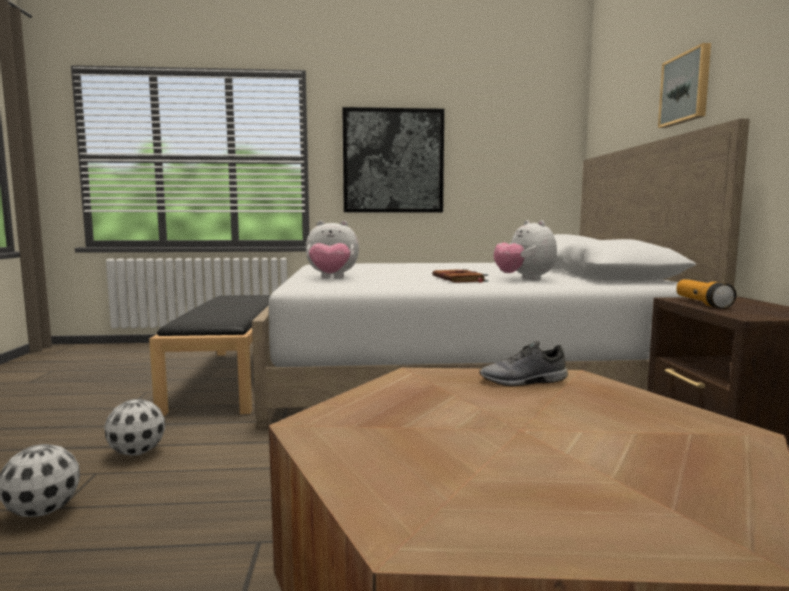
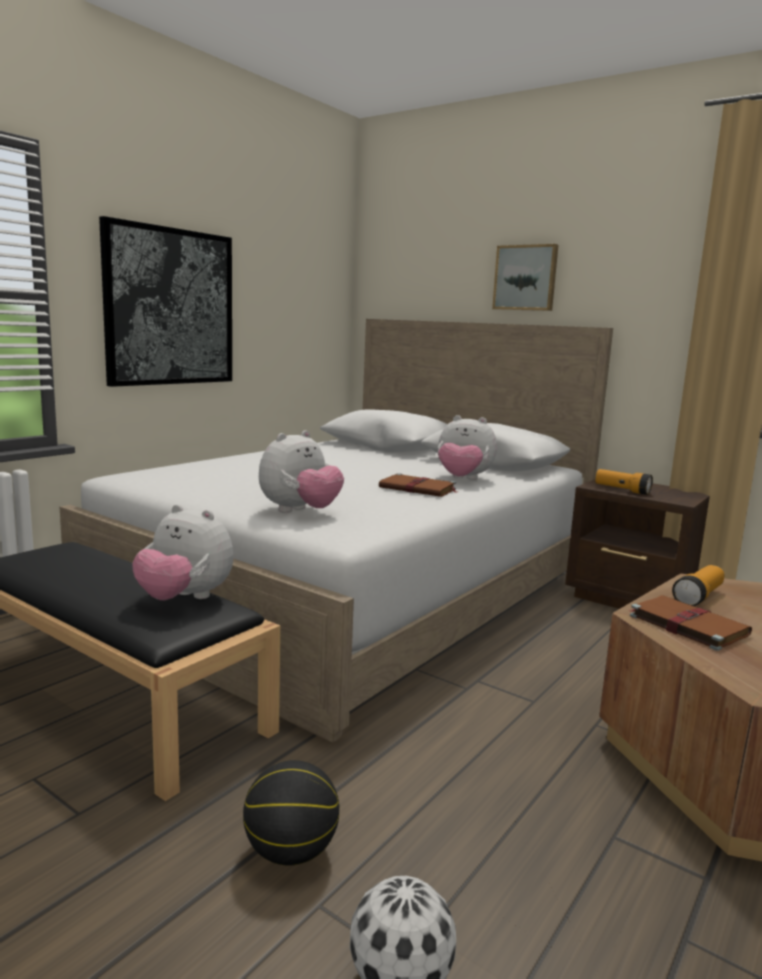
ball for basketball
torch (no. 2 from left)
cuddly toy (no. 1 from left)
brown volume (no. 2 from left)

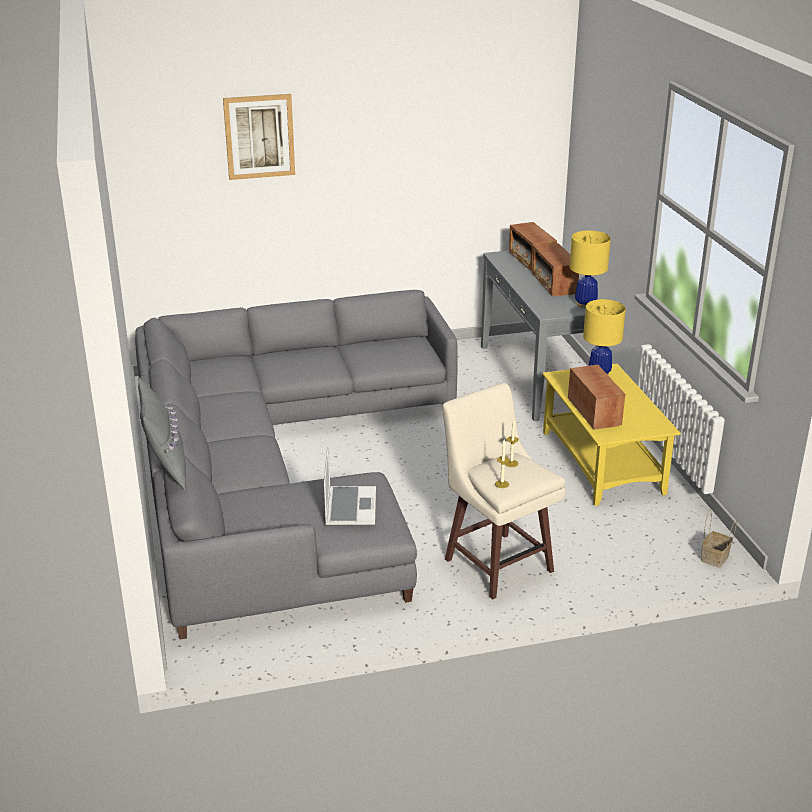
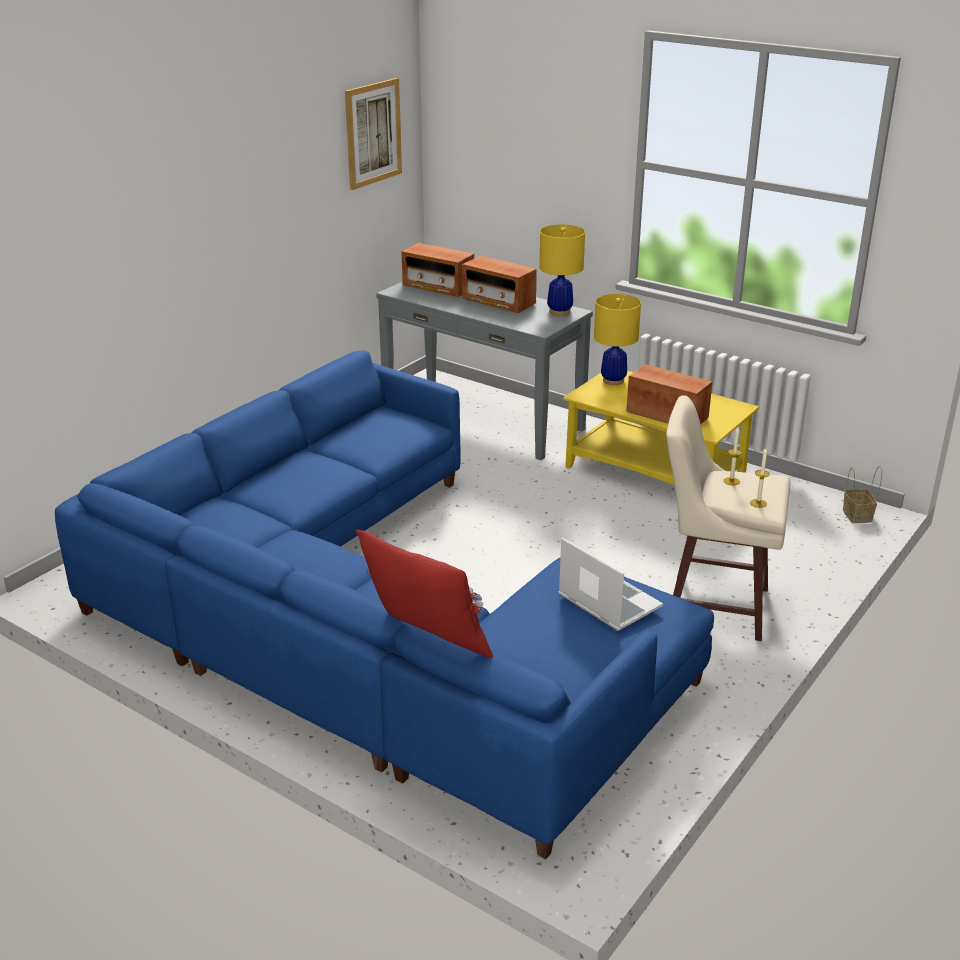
blue-coloured sofa
red-coloured cushion
picture

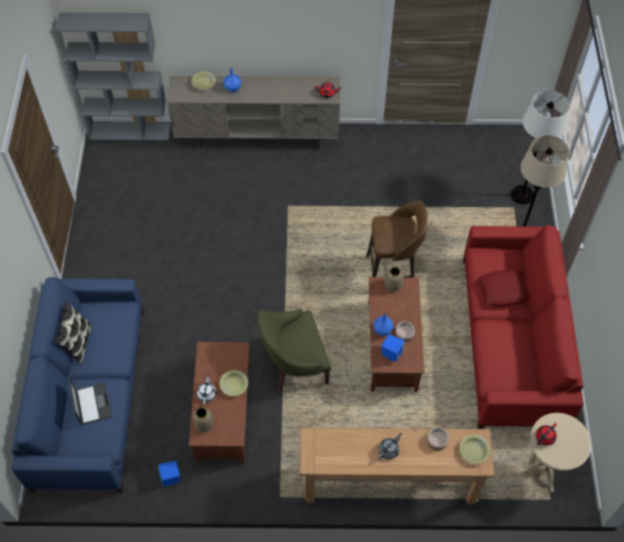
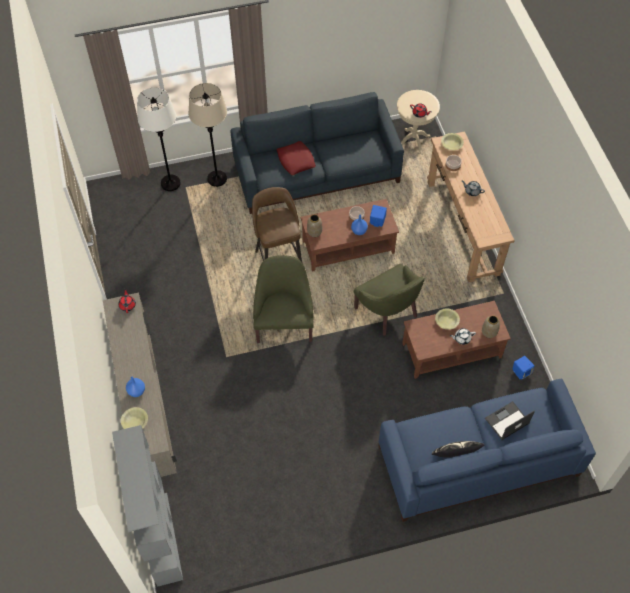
blue-coloured sofa (no. 1 from left)
greenish armchair (no. 1 from left)

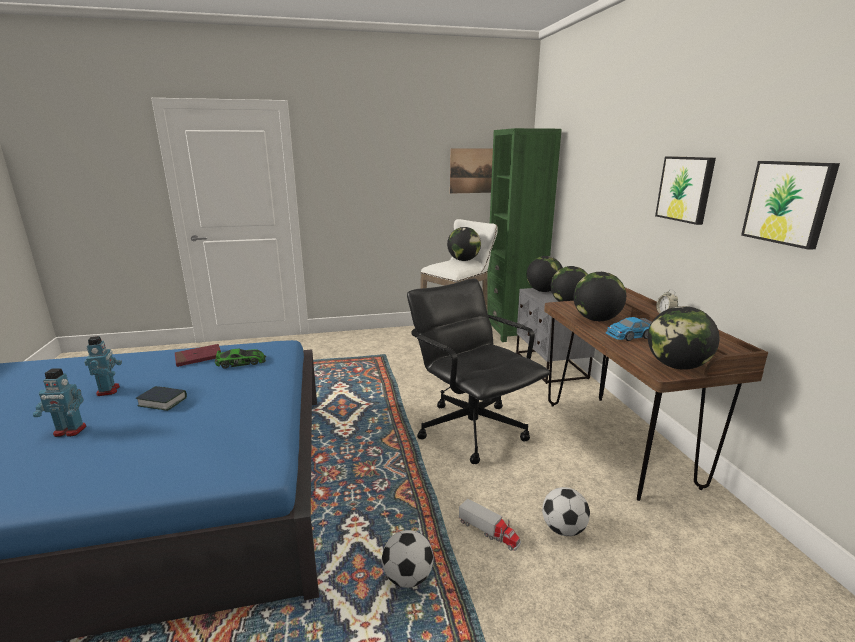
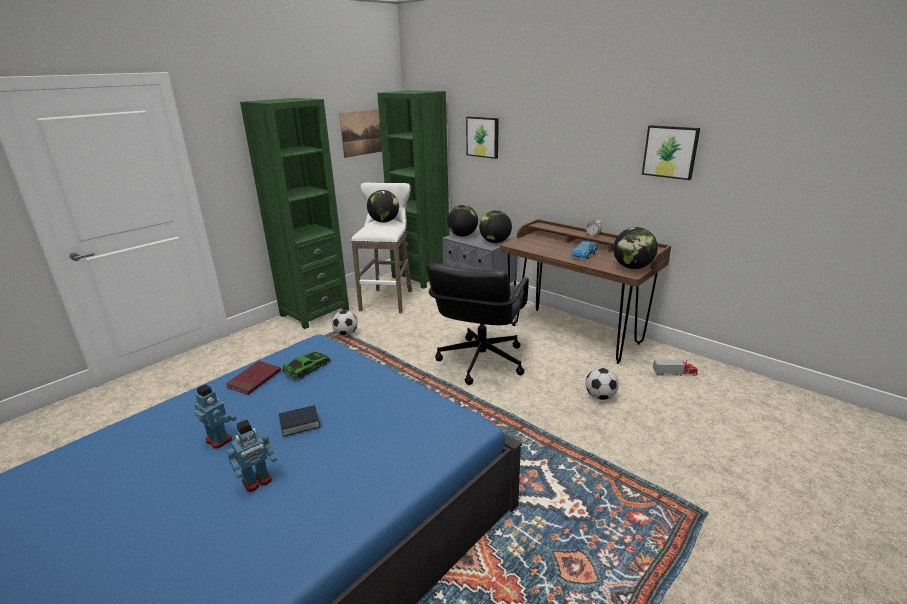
ball for football (no. 1 from left)
black computer chair
model truck
desk globe (no. 4 from left in the first image)
picture (no. 2 from left)
greenish bookcase (no. 1 from left)

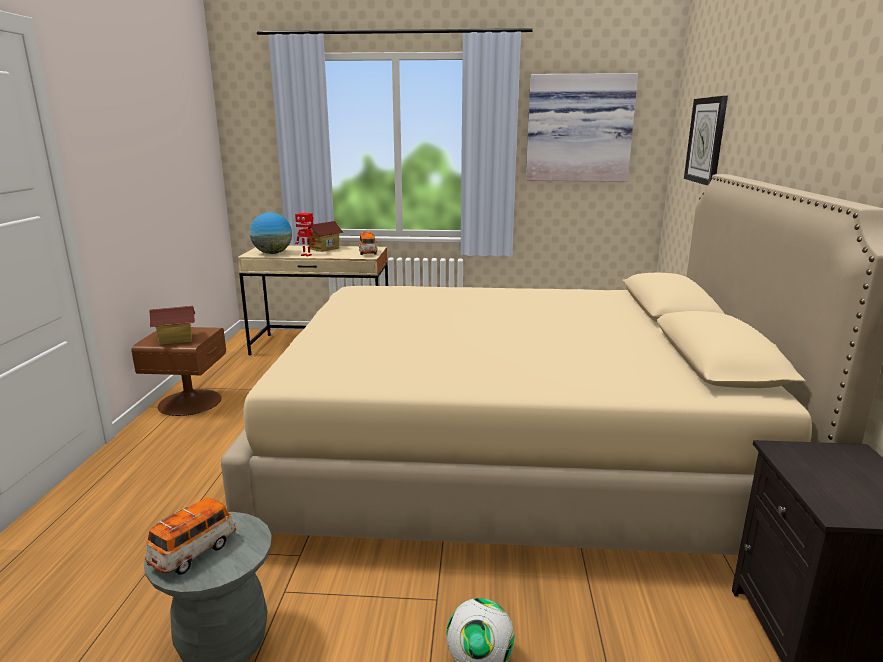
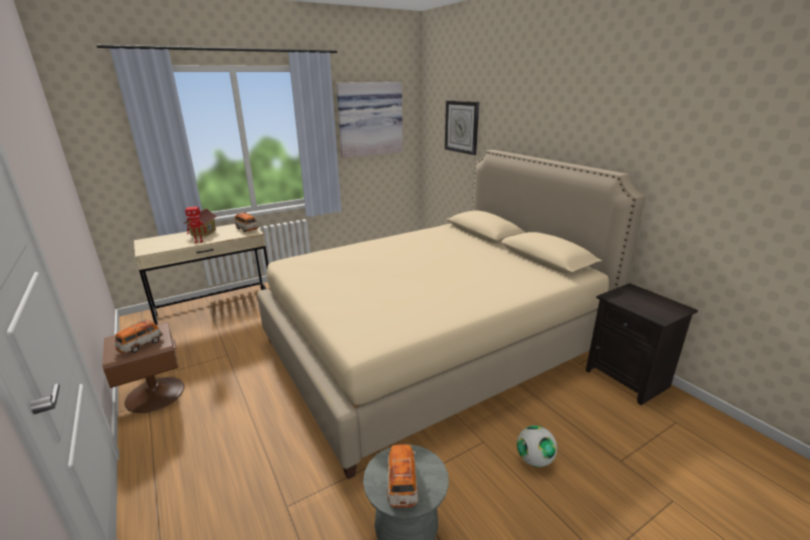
model car (no. 1 from left)
desk globe

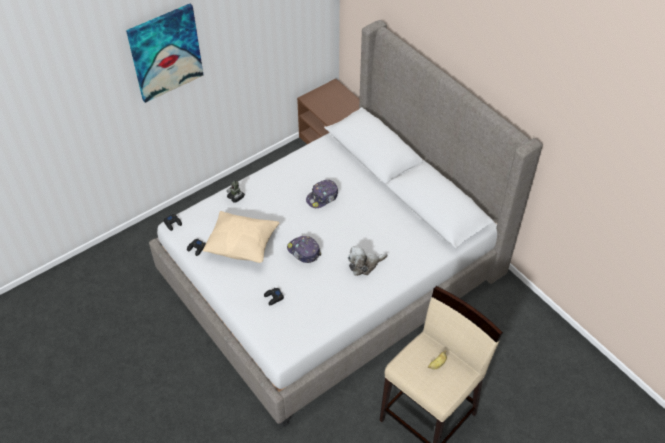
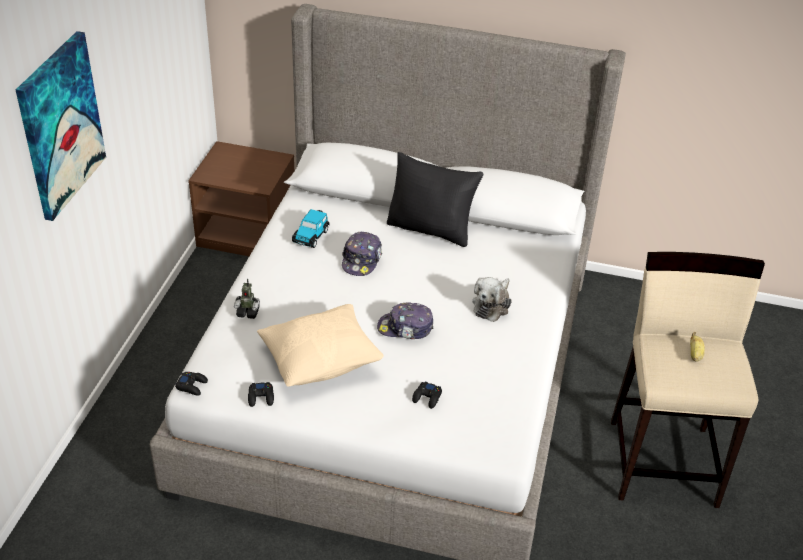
model car
black cushion

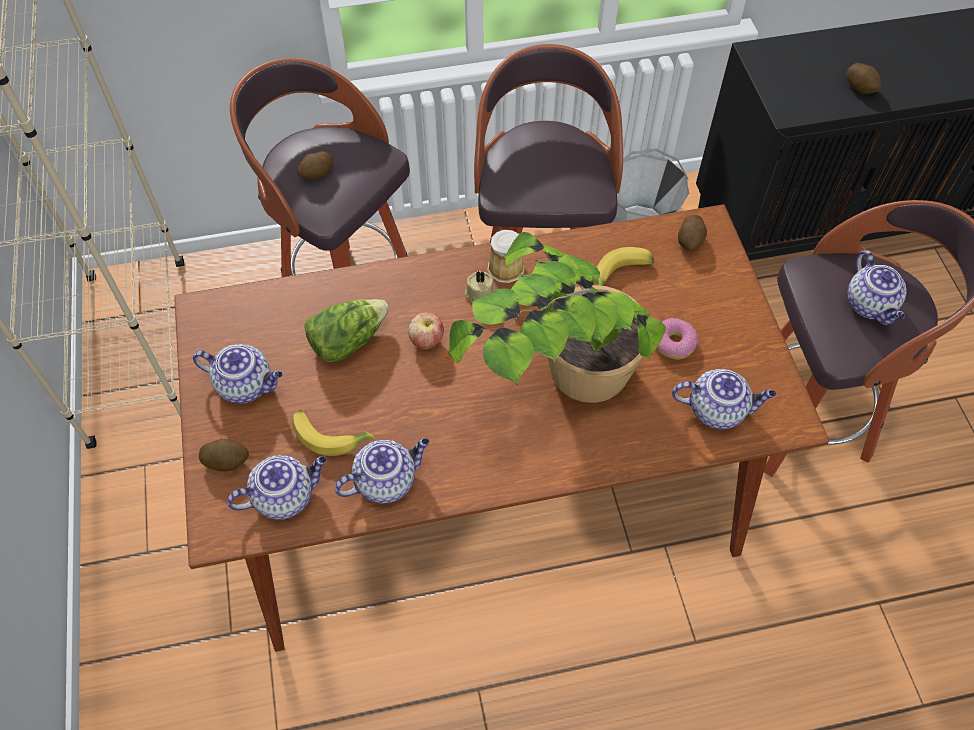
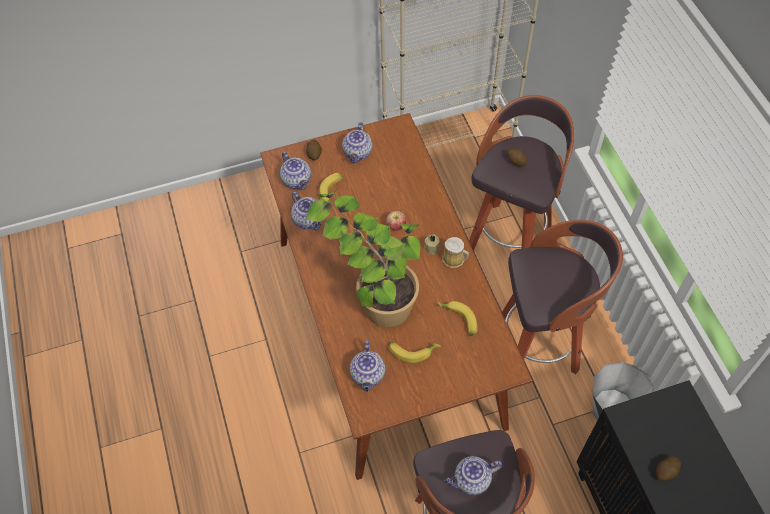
lettuce
banana (no. 2 from left)
whole potato (no. 3 from left in the first image)

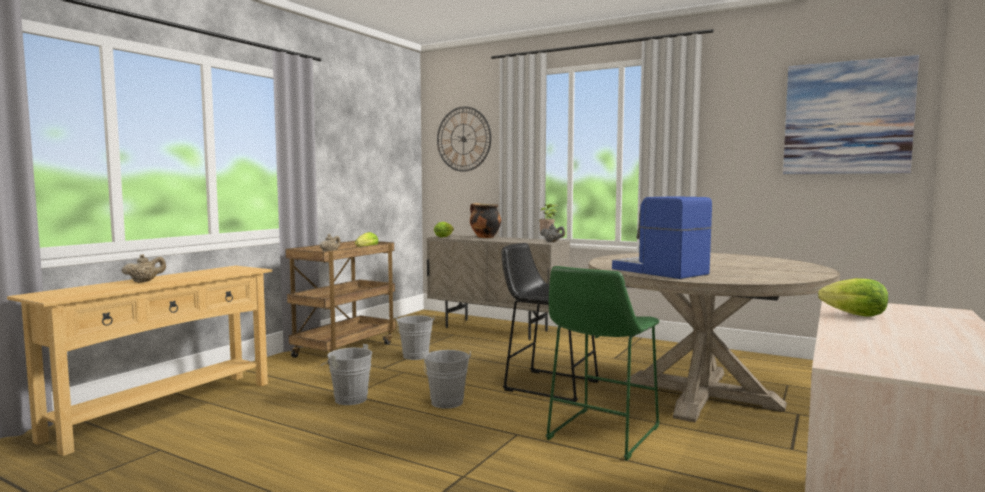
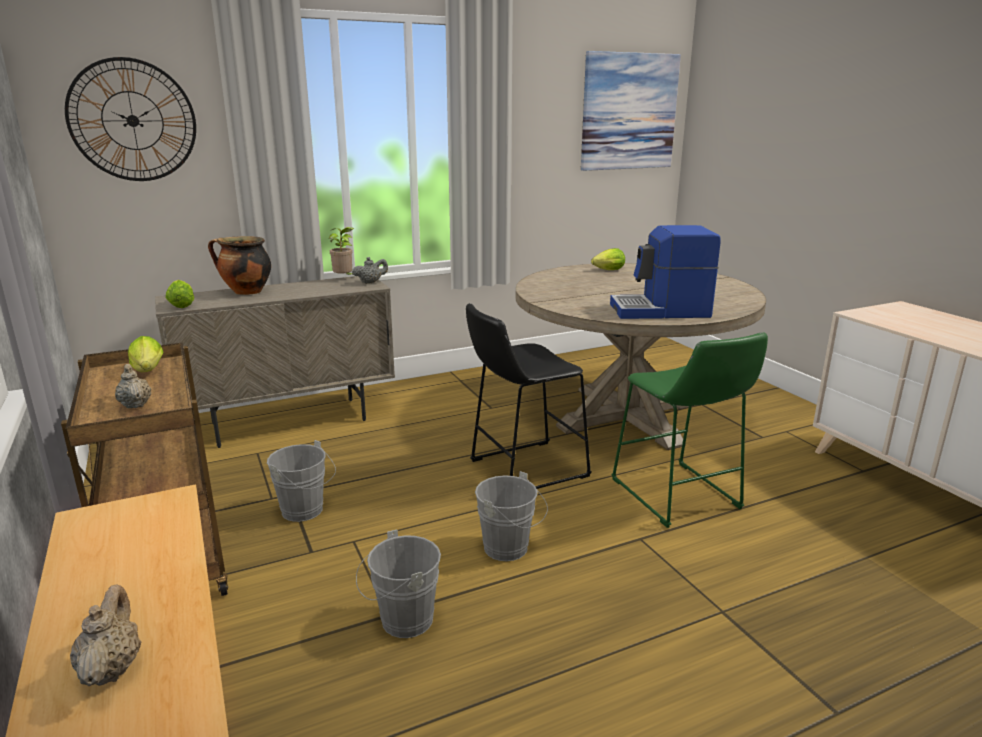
lettuce (no. 3 from left)

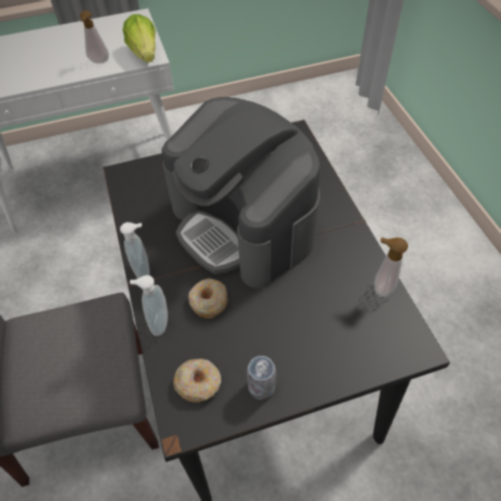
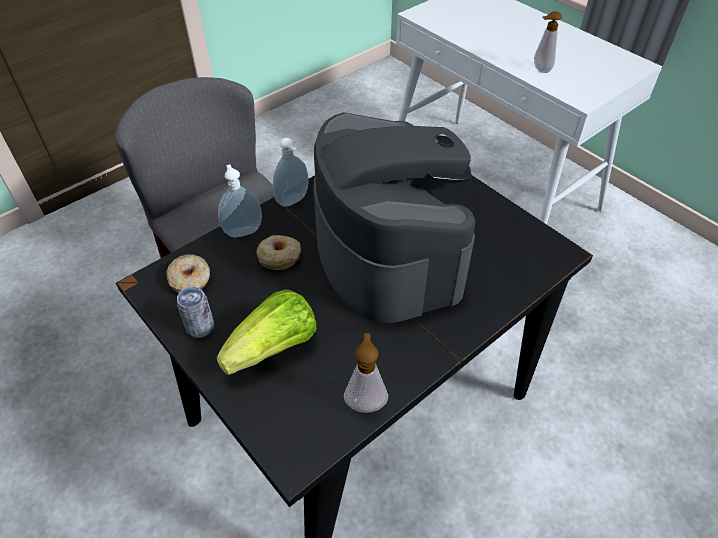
lettuce
coffee machine

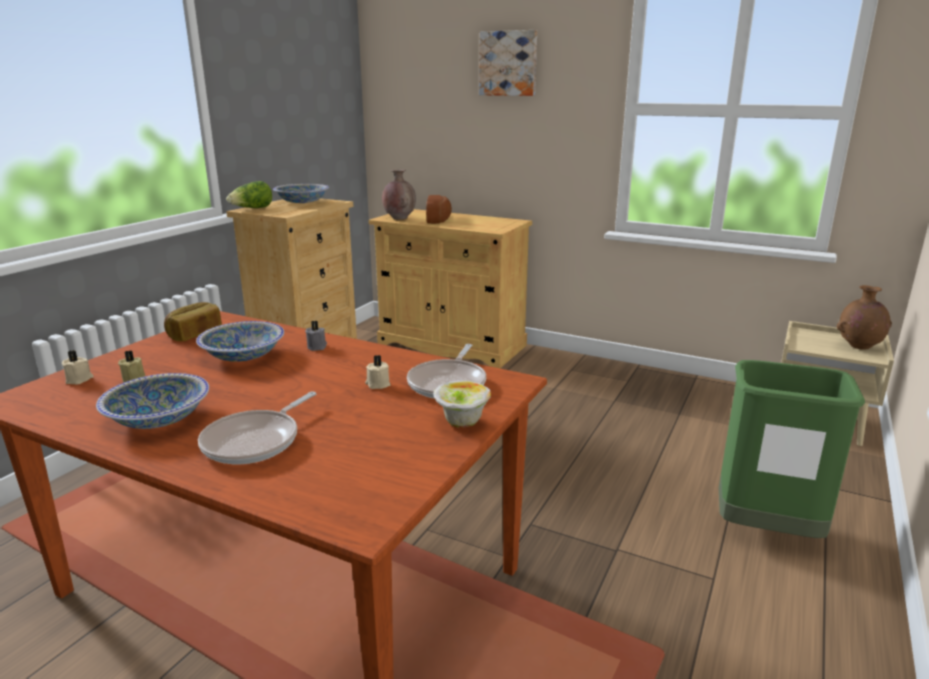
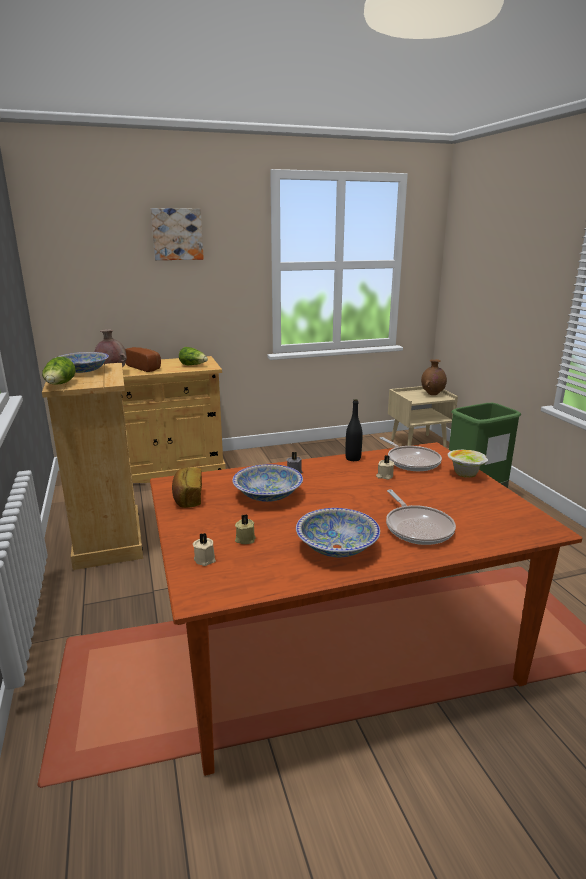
lettuce (no. 2 from left)
black bottle

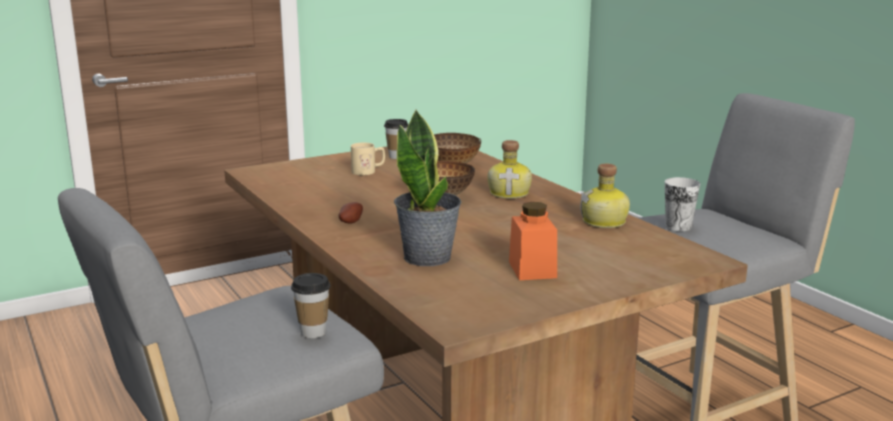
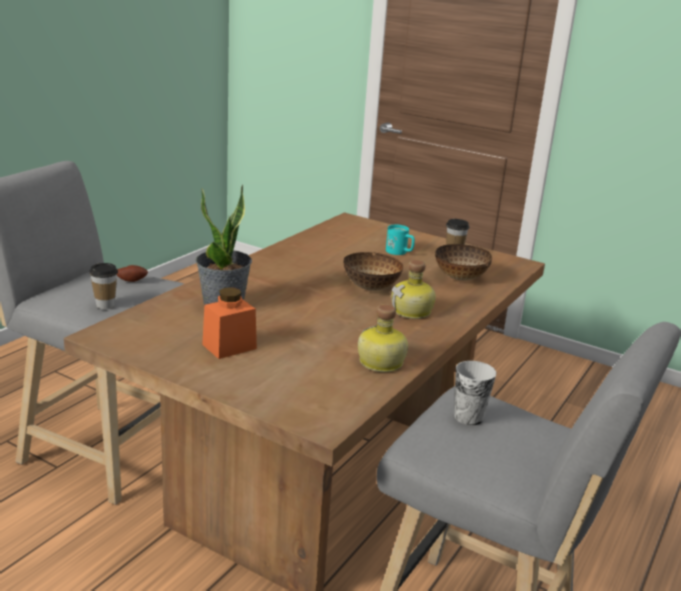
whole potato
blue-green mug

